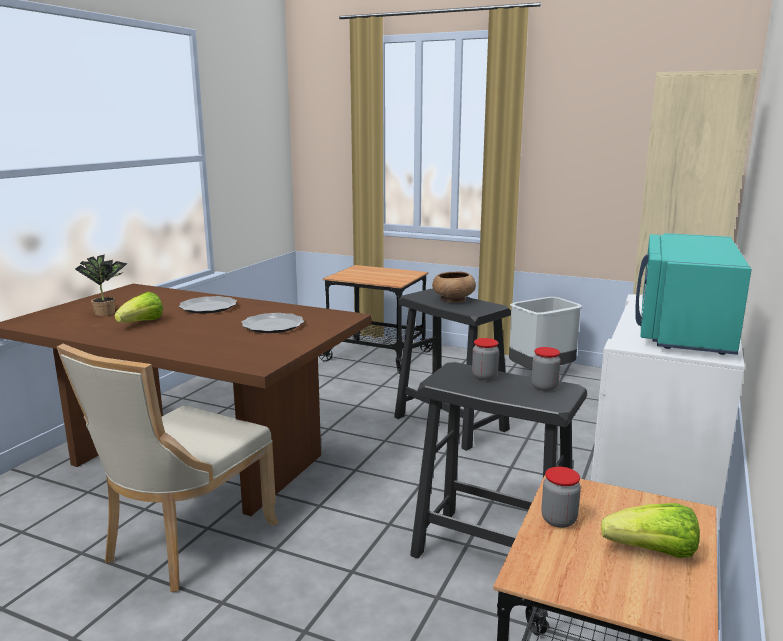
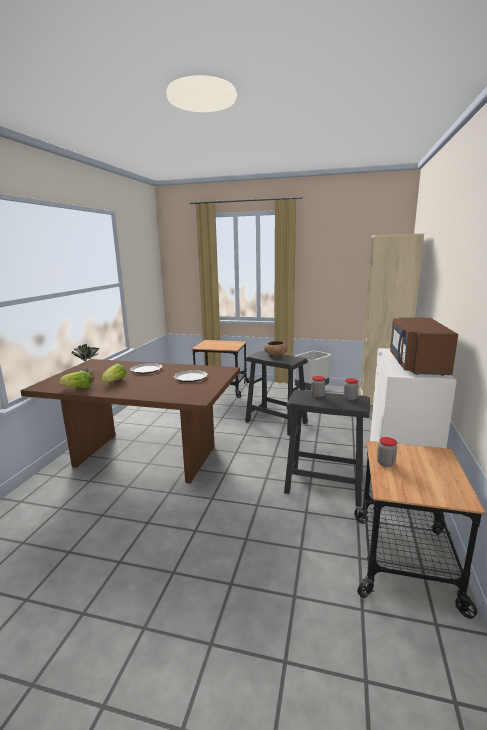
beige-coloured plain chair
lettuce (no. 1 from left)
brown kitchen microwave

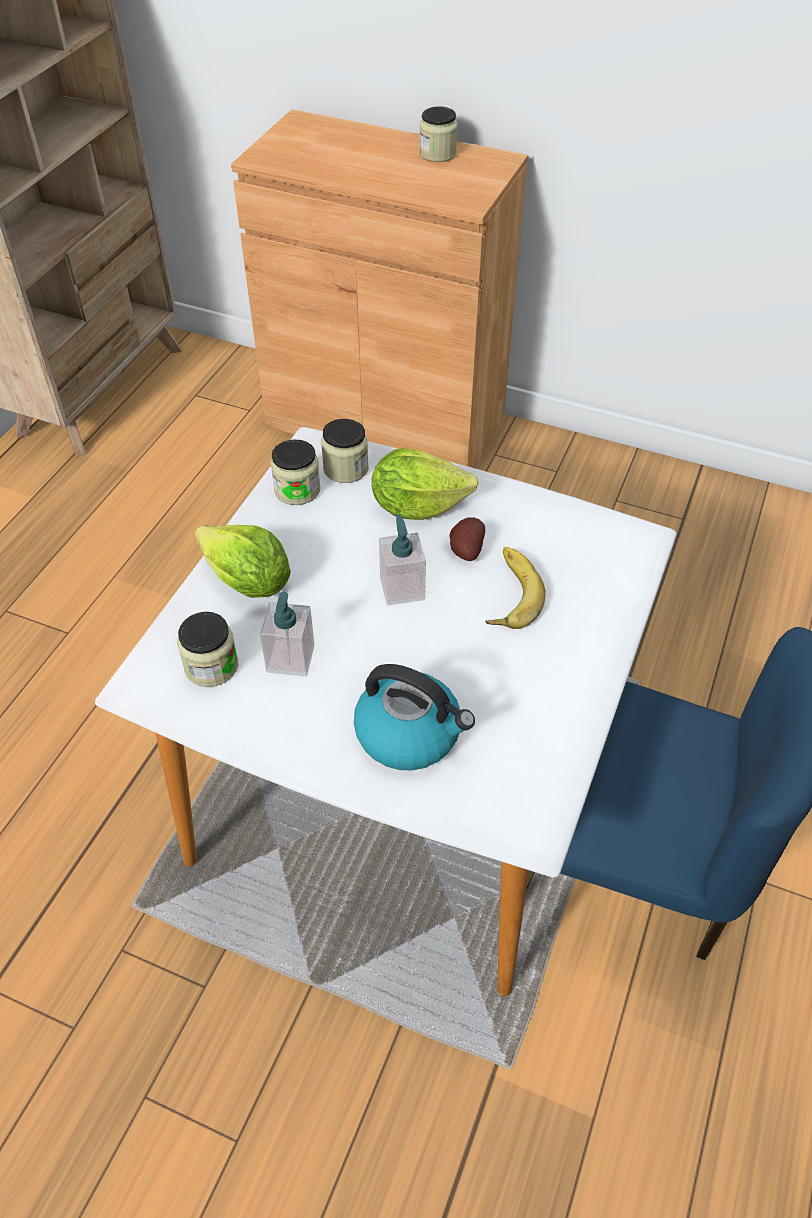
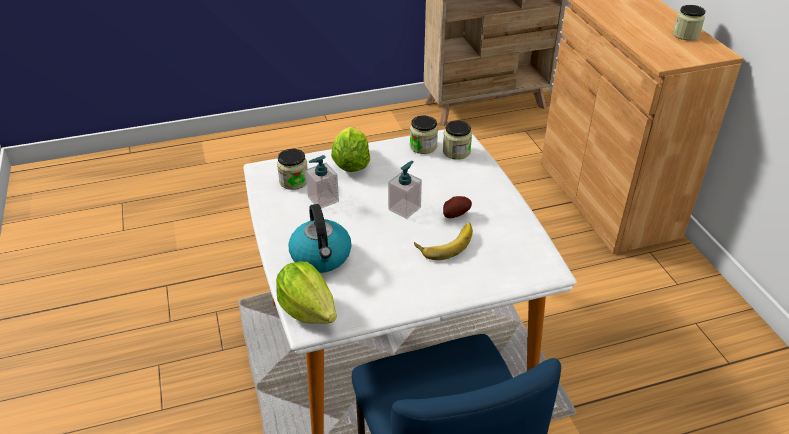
lettuce (no. 1 from left)

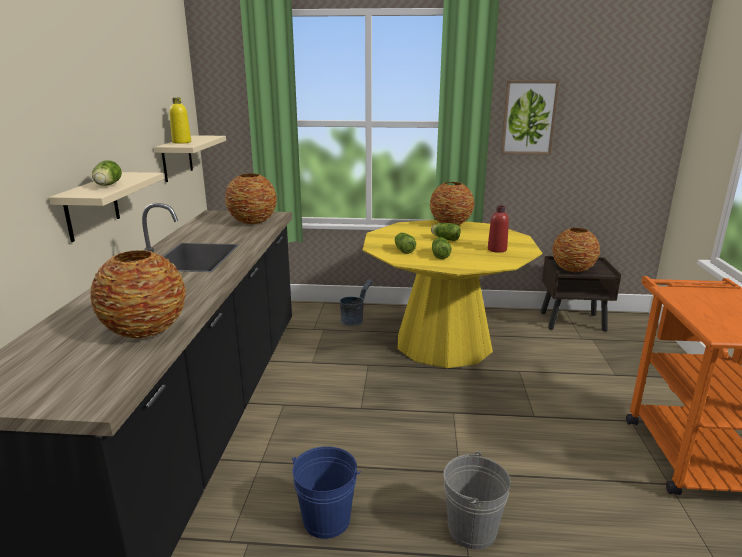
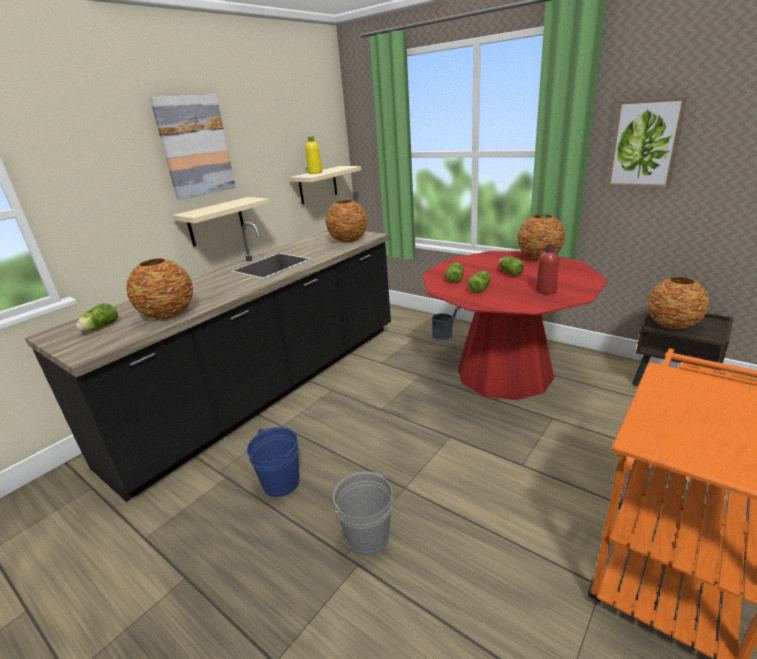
lettuce (no. 1 from left)
red-coloured dinner table
picture (no. 1 from left)

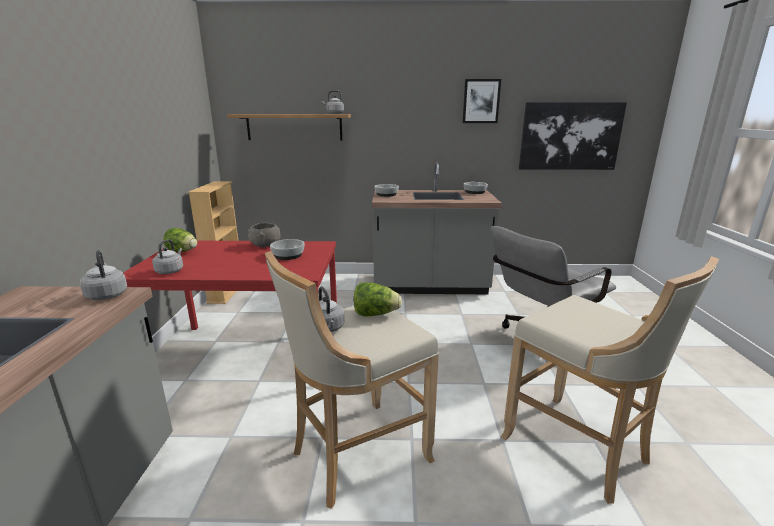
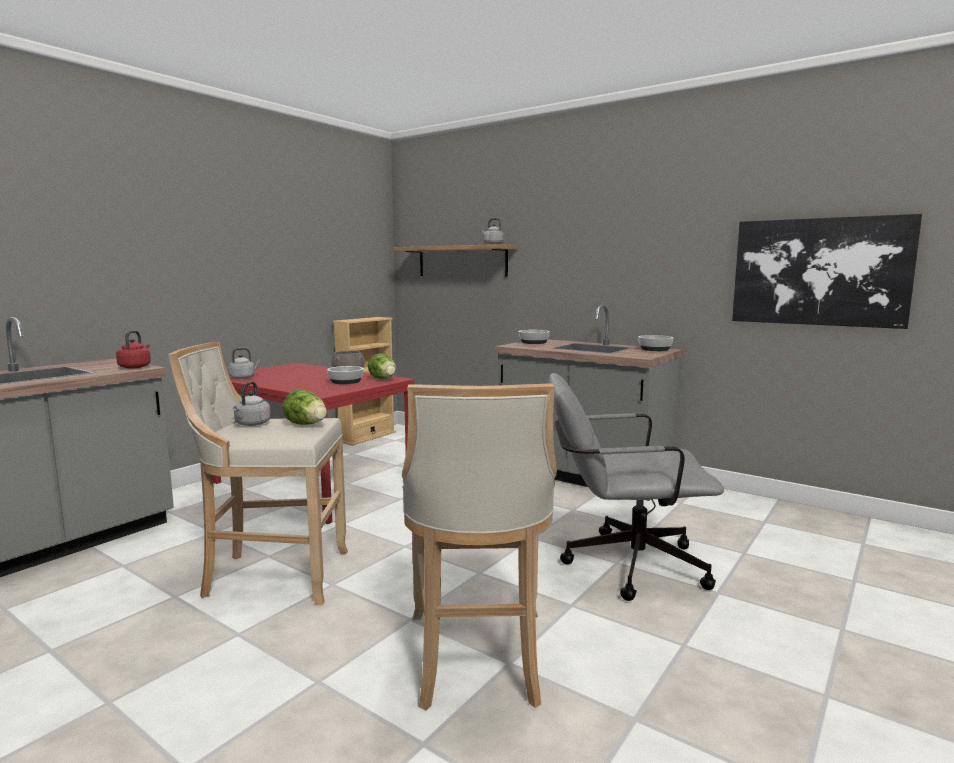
red-coloured water kettle
lettuce (no. 2 from left)
picture (no. 1 from left in the first image)

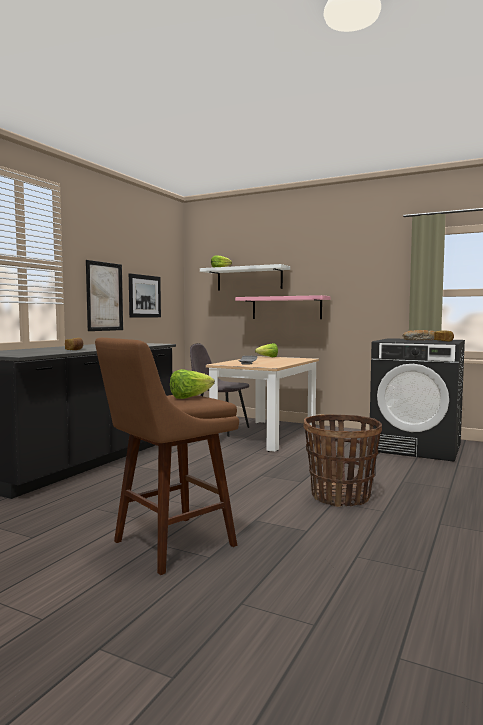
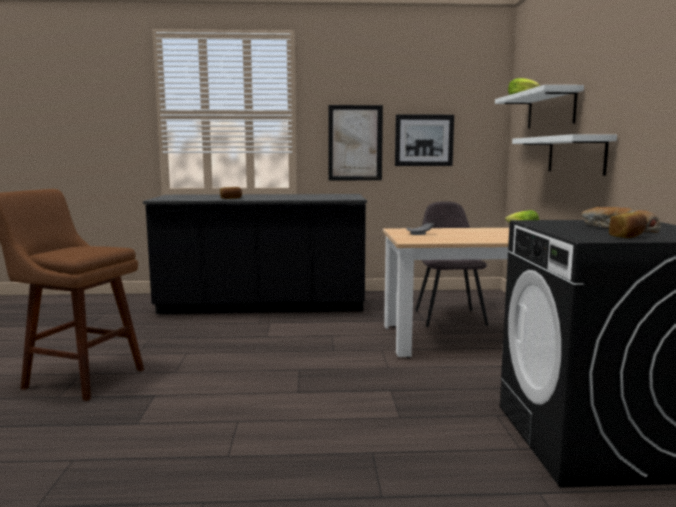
lettuce (no. 1 from left in the first image)
white wall shelf (no. 2 from left)
household basket

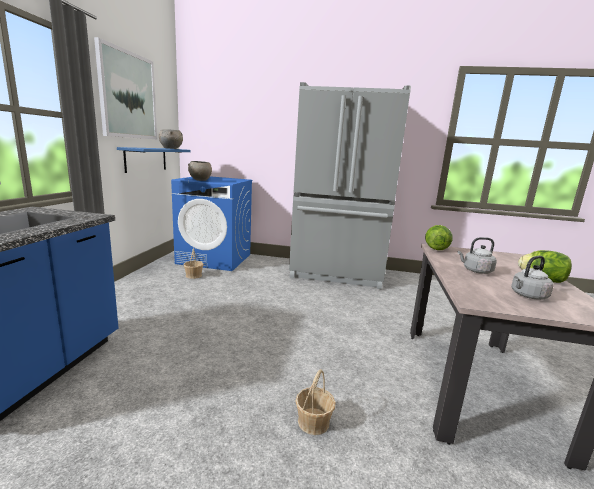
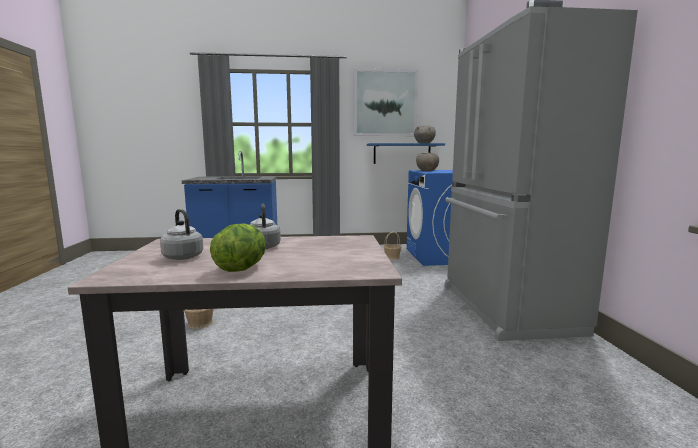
lettuce (no. 1 from left in the first image)

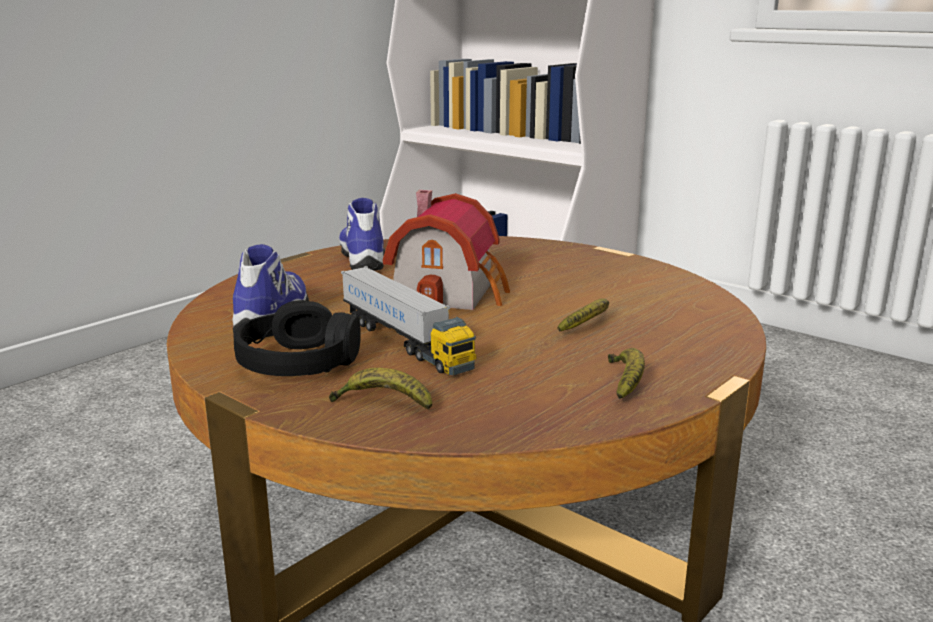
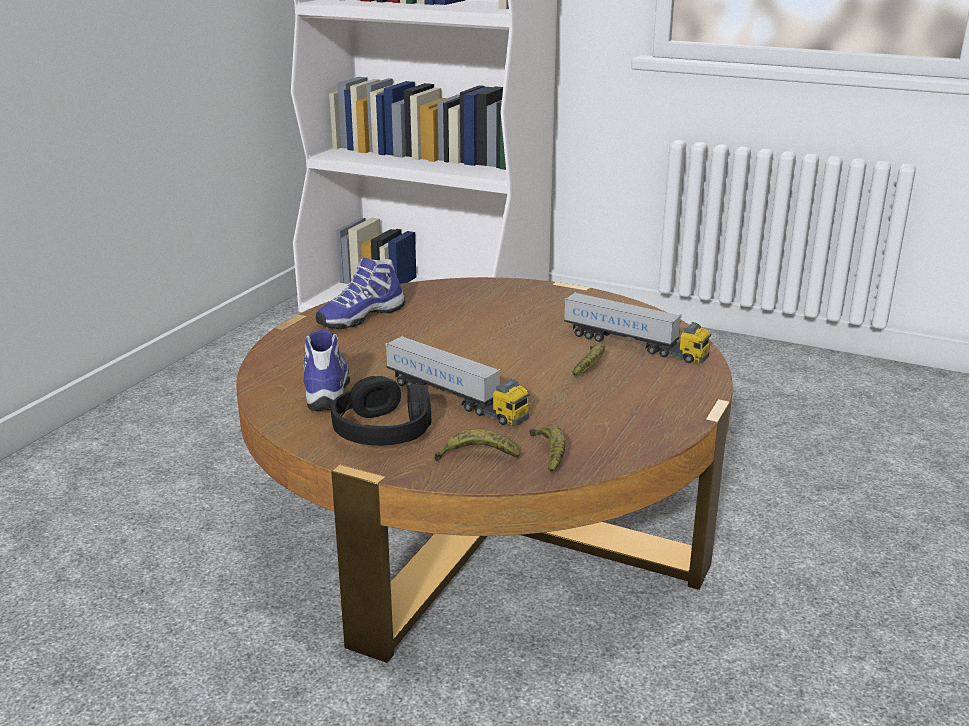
shoe (no. 2 from left)
miniature house
banana (no. 2 from left)
model truck (no. 2 from left)

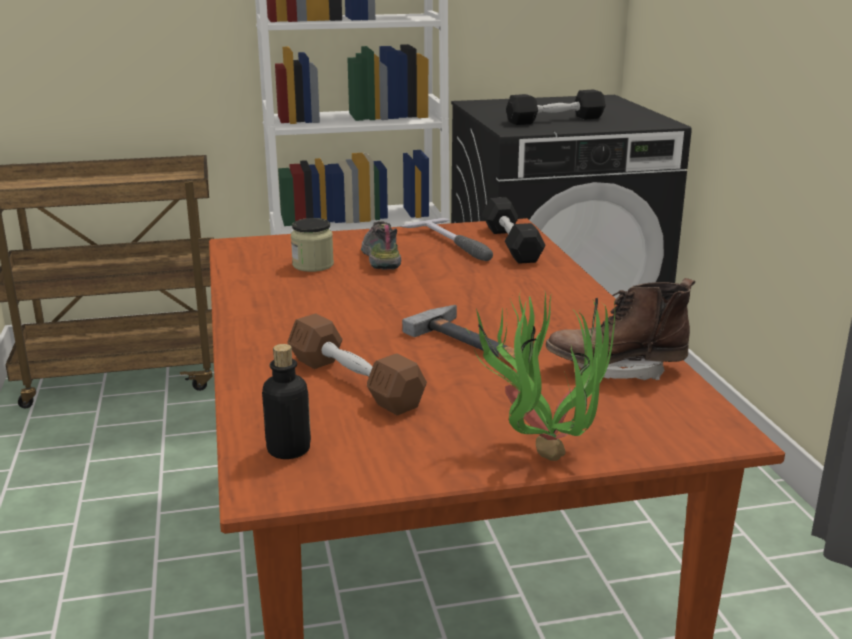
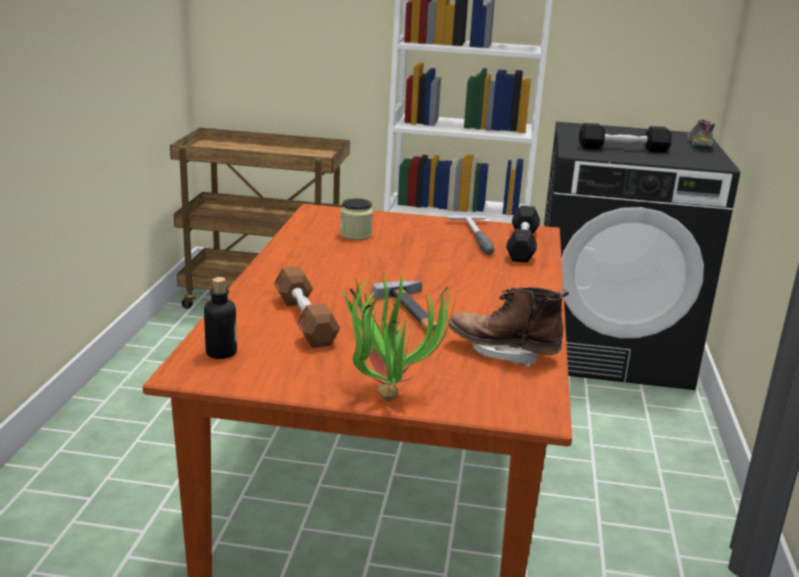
shoe

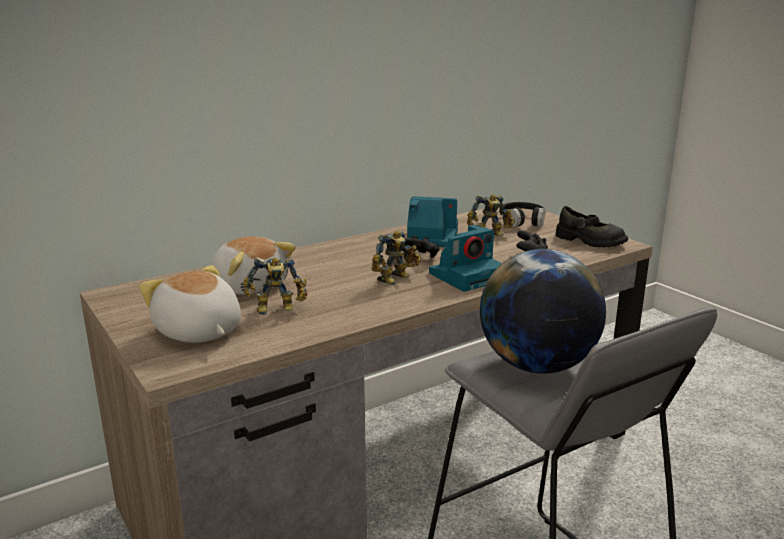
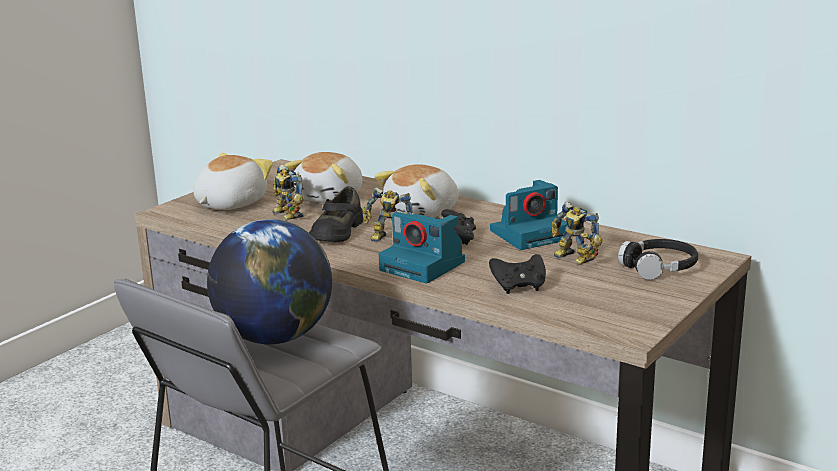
photo camera (no. 2 from left)
black shoe
cuddly toy (no. 3 from left)

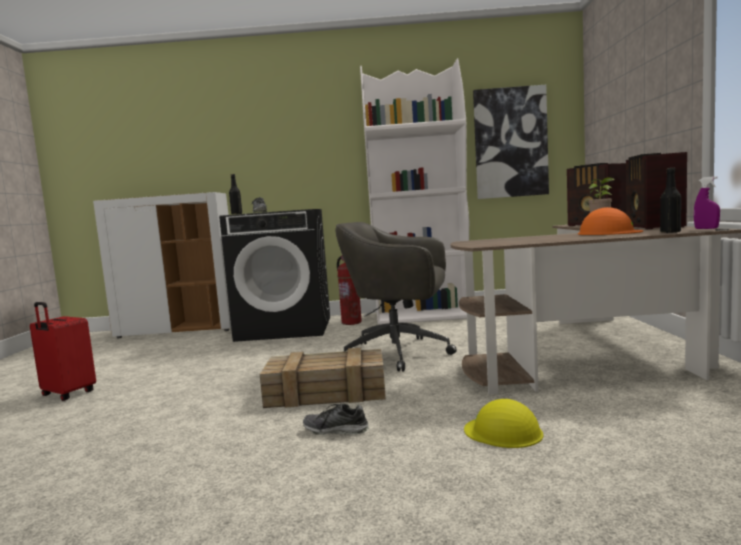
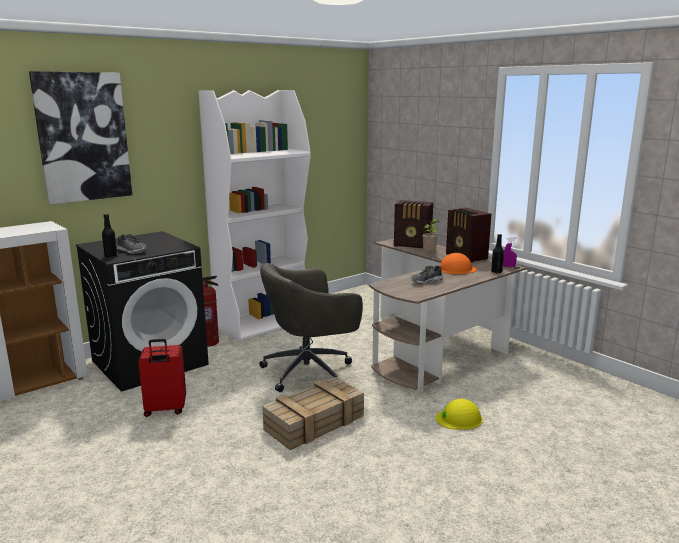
red-coloured travel case
shoe (no. 2 from left)
picture

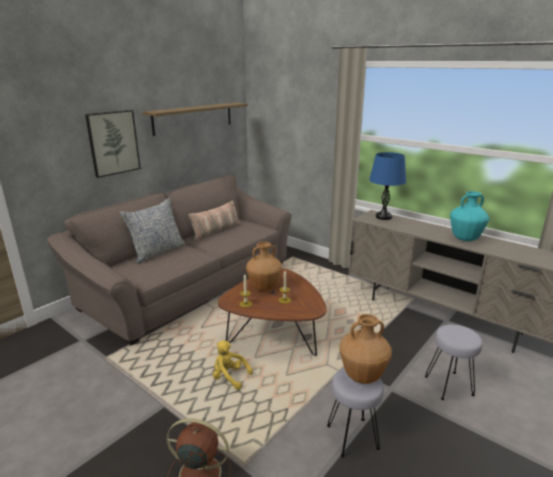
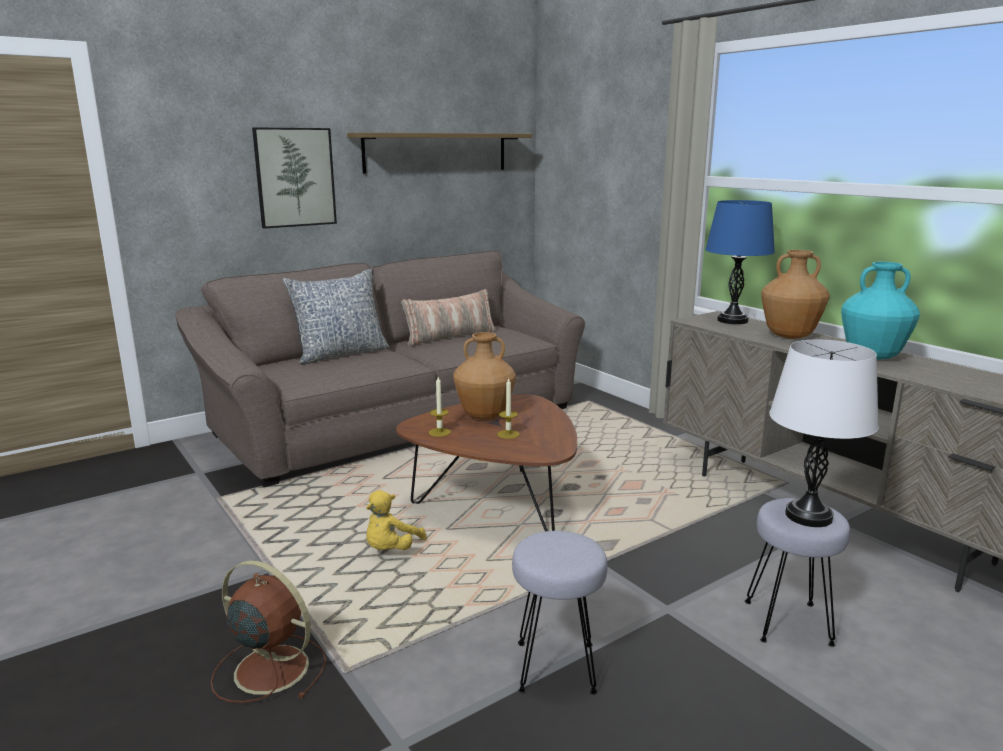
yellow cuddly toy
brown decorative vase (no. 2 from left)
white lamp for a table

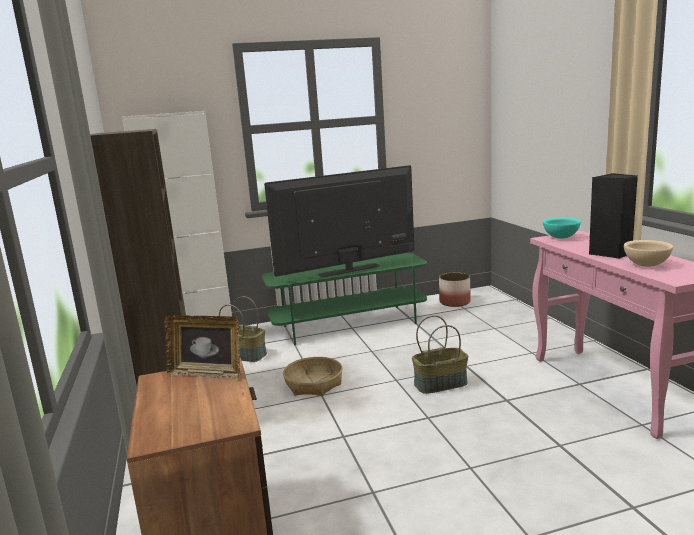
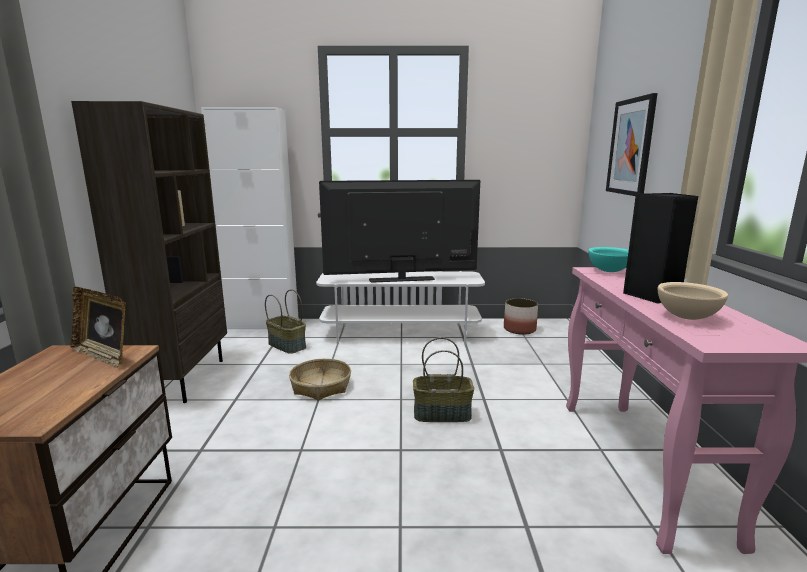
white tv unit
picture

